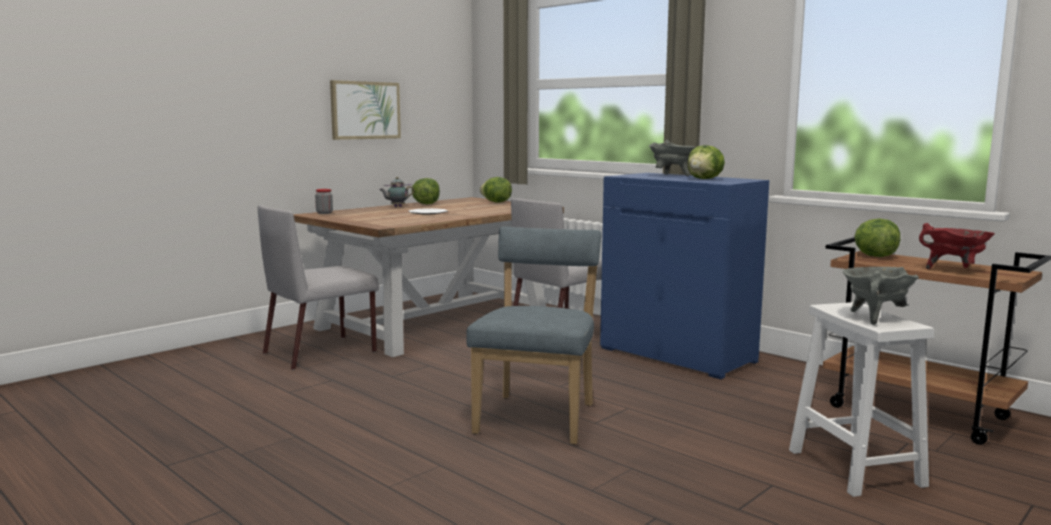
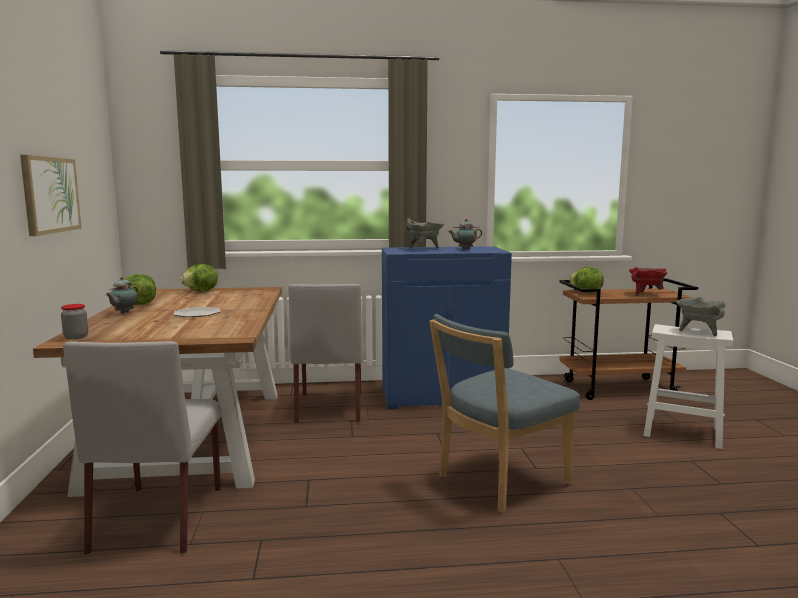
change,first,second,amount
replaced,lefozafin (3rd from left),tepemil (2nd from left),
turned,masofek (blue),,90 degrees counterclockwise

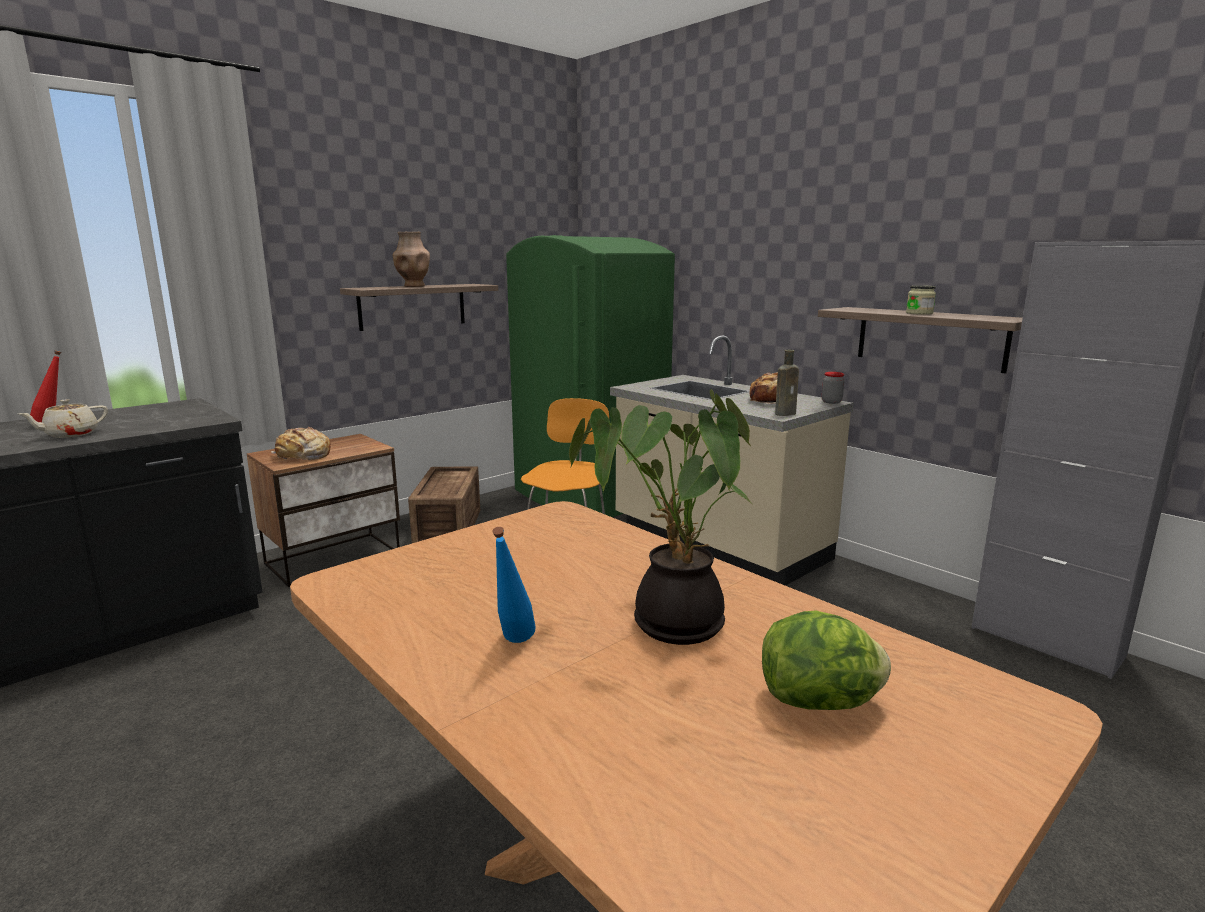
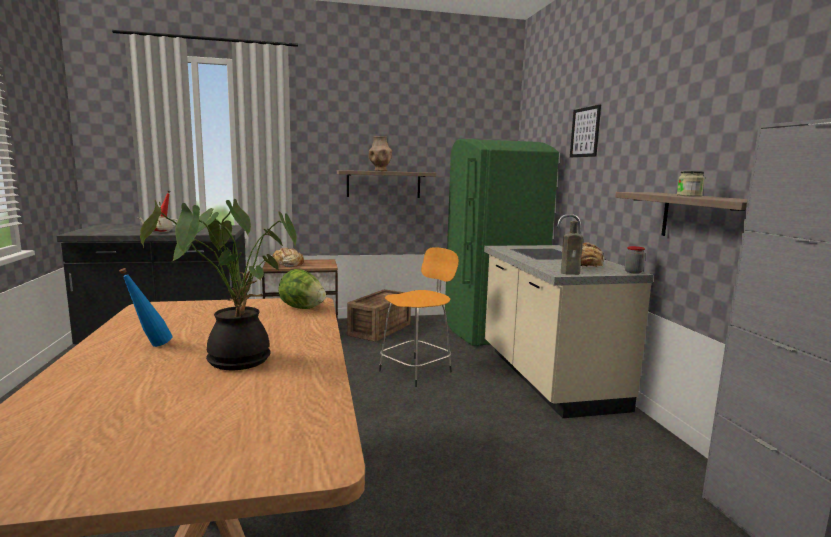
change,first,second,amount
moved,lefozafin,,
added,,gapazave,

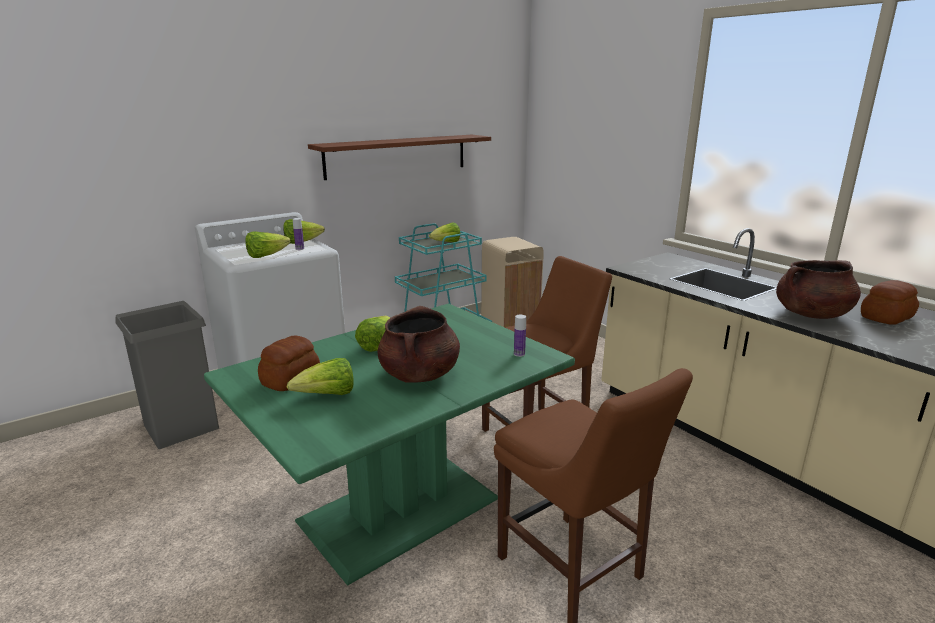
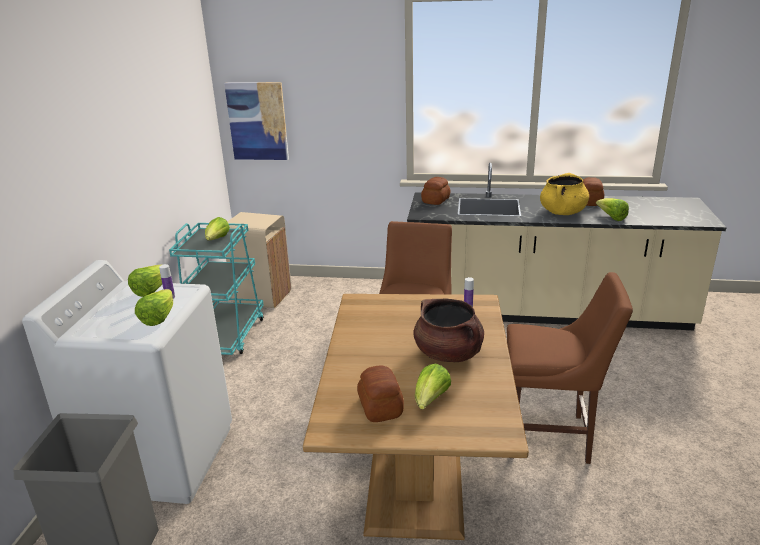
change,first,second,amount
removed,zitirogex,,
recoloured,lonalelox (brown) (2nd from left),lonalelox (yellow),
recoloured,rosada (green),rosada (brown),
moved,lefozafin (4th from left in the first image),lefozafin (5th from left),
added,,gapazave,
added,,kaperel (2nd from left),

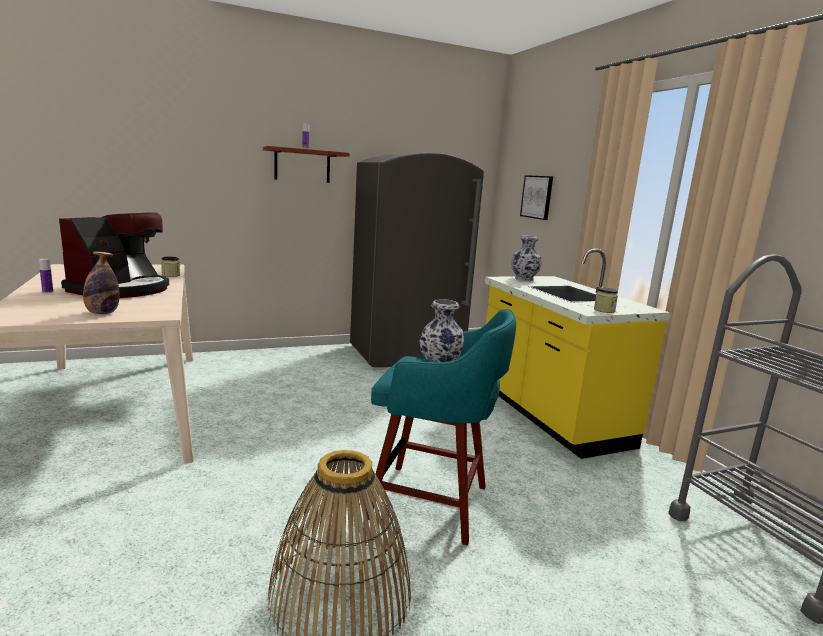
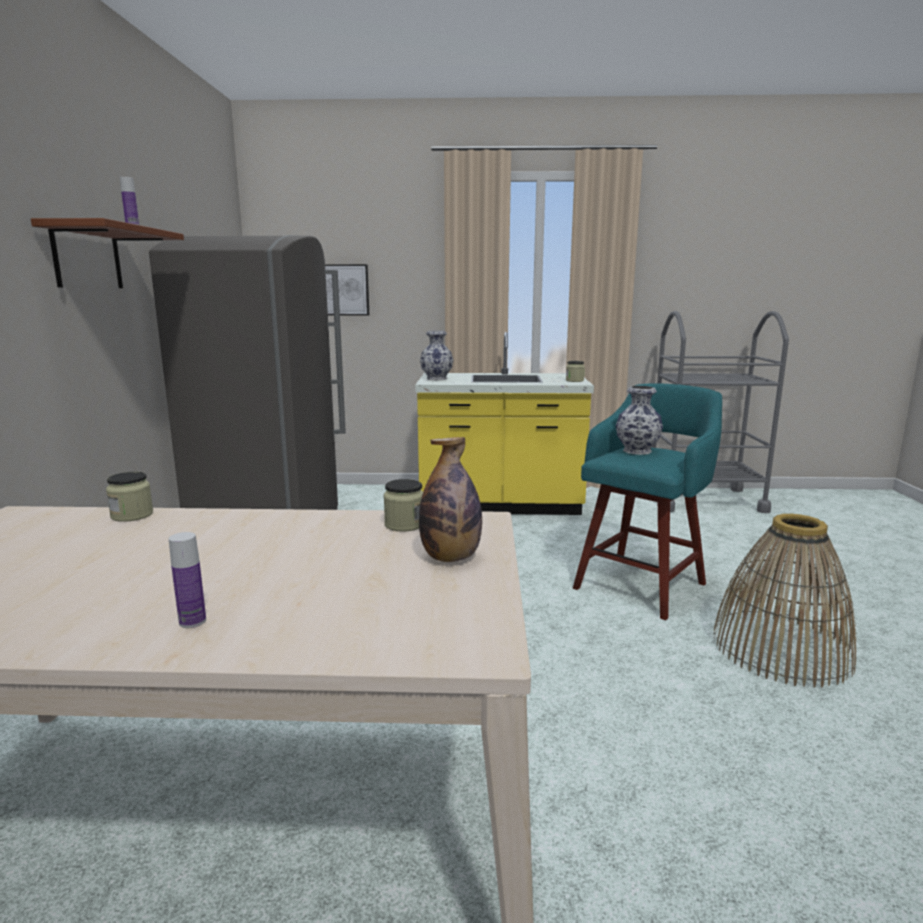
change,first,second,amount
removed,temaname,,
added,,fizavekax (2nd from left),

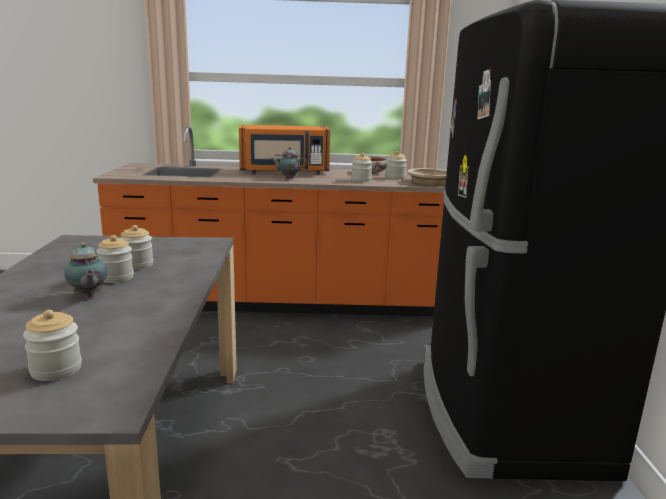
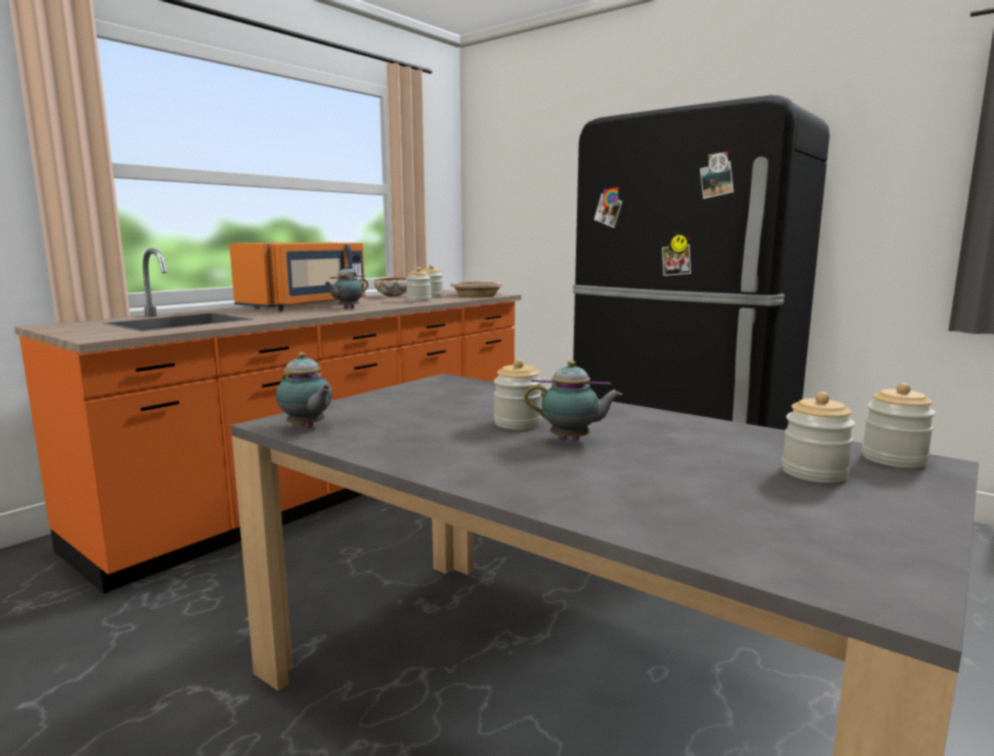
change,first,second,amount
moved,fizavekax (3rd from left in the first image),fizavekax (5th from left),
added,,tepemil (1st from left),

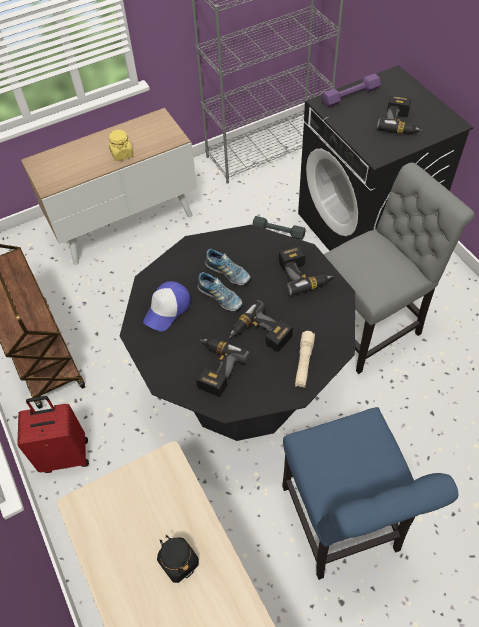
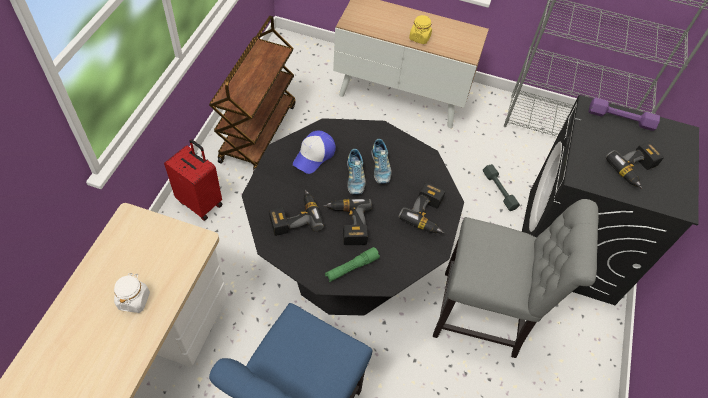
change,first,second,amount
turned,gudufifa,,45 degrees counterclockwise
recoloured,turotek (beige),turotek (green),
recoloured,fizavekax (black),fizavekax (white),

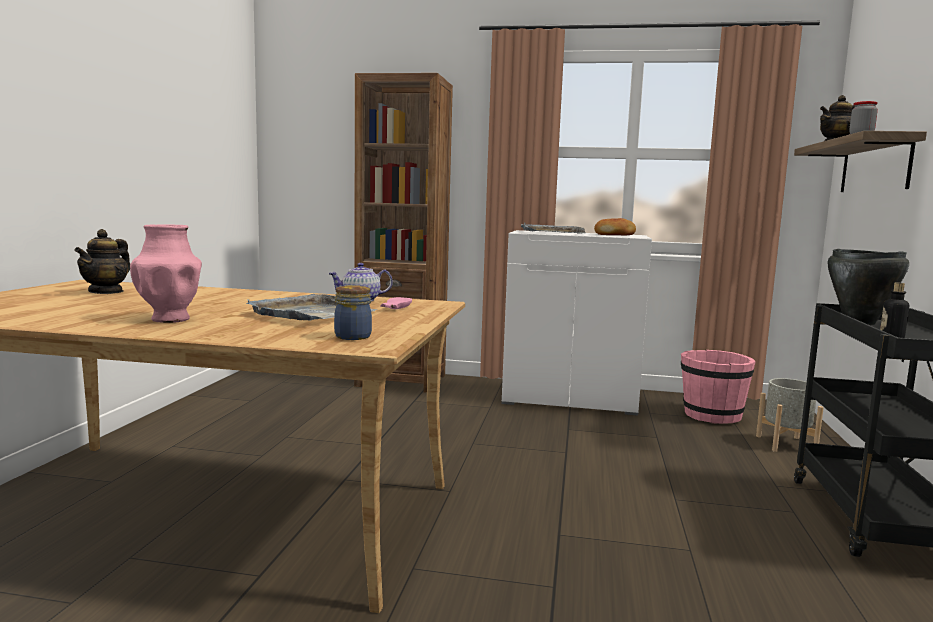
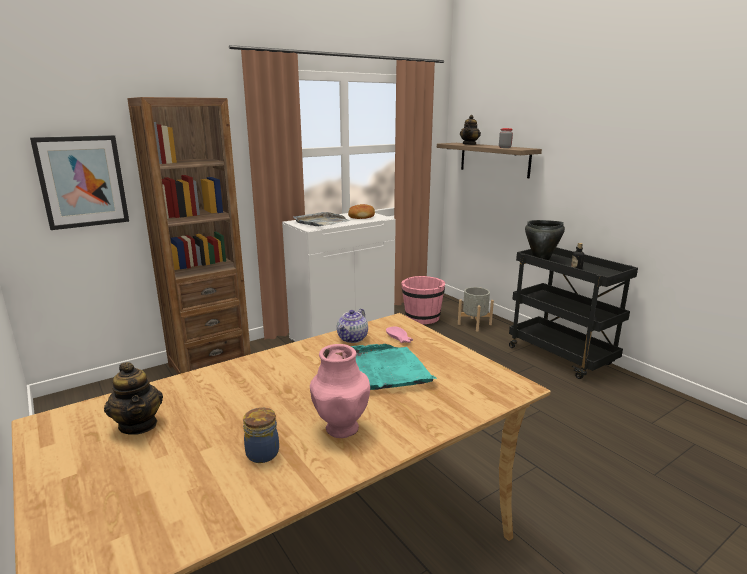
change,first,second,amount
moved,fizavekax (1st from left),,
recoloured,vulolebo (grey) (1st from left),vulolebo (turquoise),
added,,gapazave,

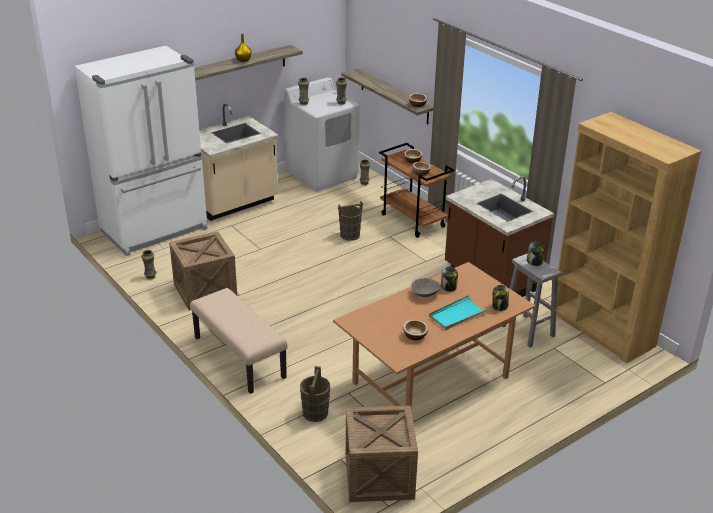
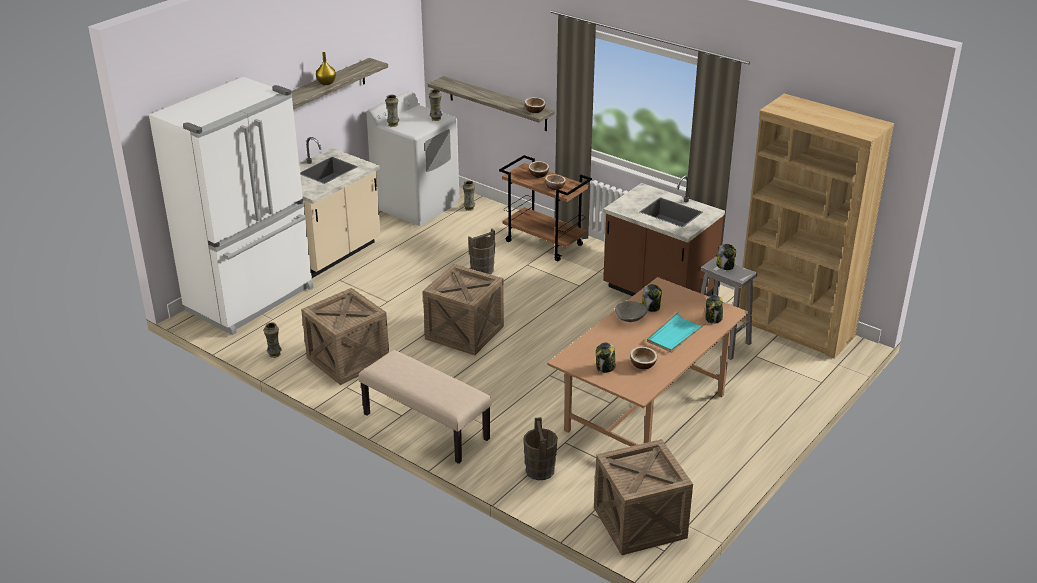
change,first,second,amount
added,,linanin (2nd from left),
added,,fizavekax (1st from left),

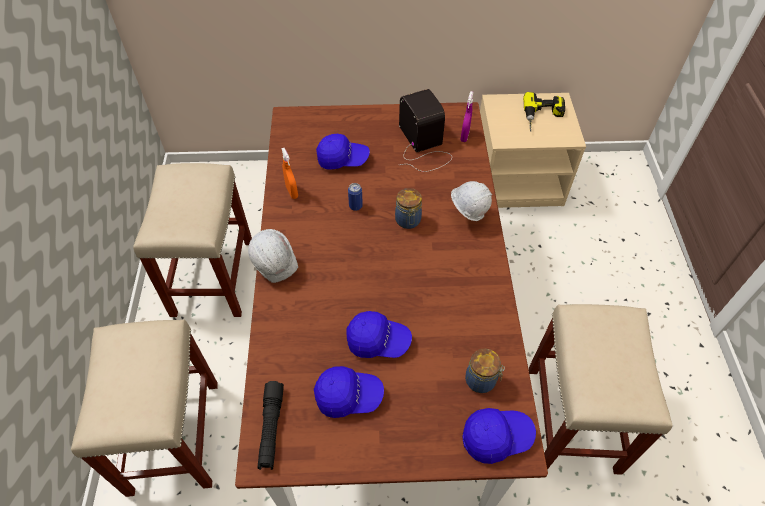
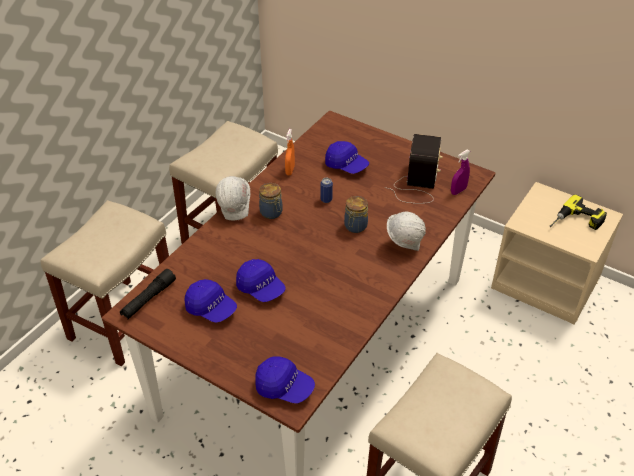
change,first,second,amount
moved,fizavekax (2nd from left in the first image),fizavekax (1st from left),

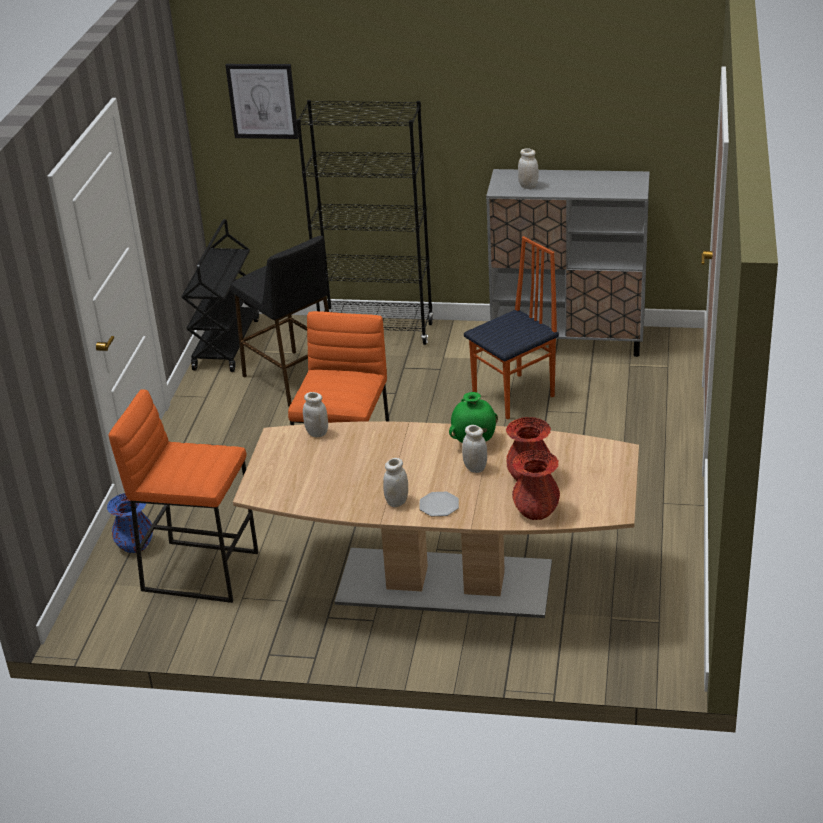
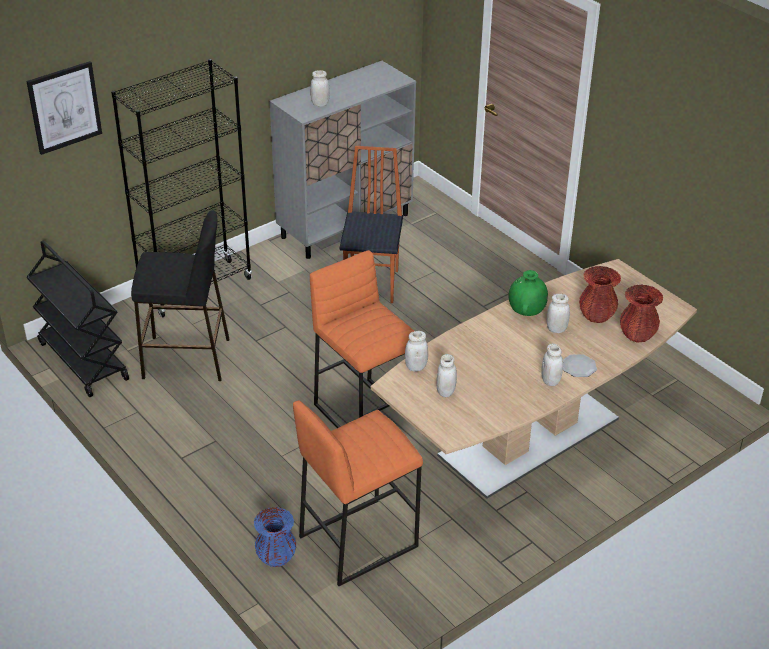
change,first,second,amount
added,,fizavekax (white) (3rd from left),

